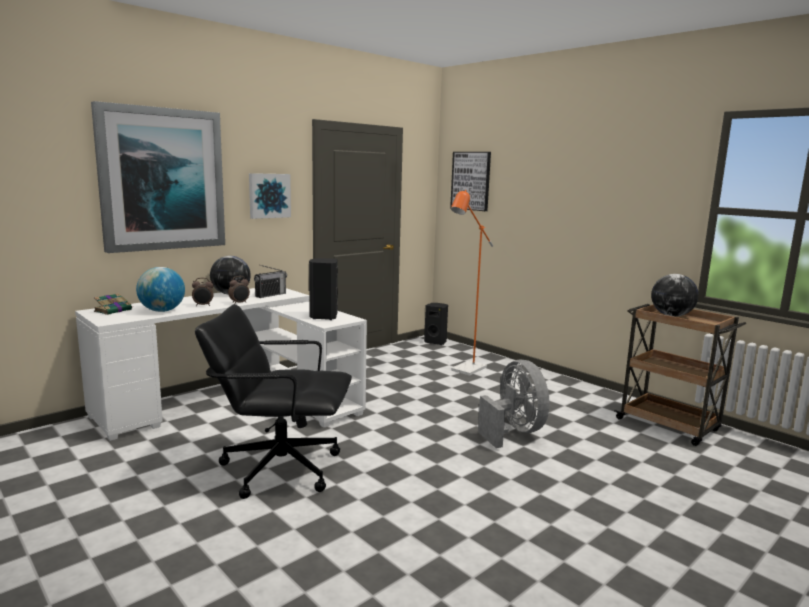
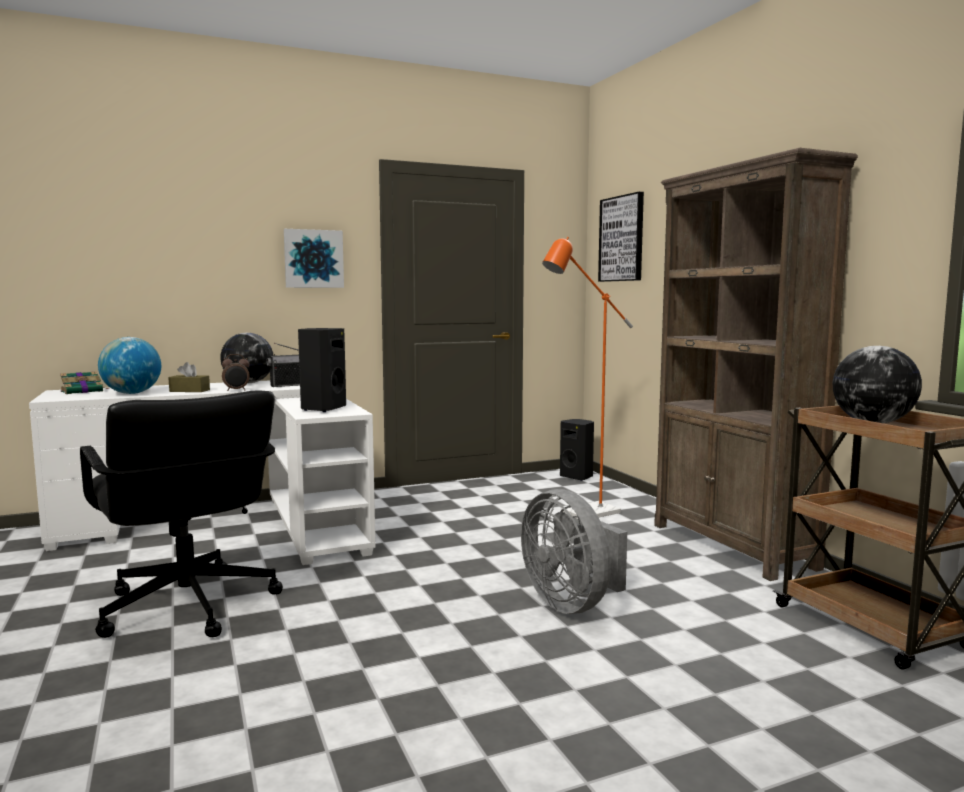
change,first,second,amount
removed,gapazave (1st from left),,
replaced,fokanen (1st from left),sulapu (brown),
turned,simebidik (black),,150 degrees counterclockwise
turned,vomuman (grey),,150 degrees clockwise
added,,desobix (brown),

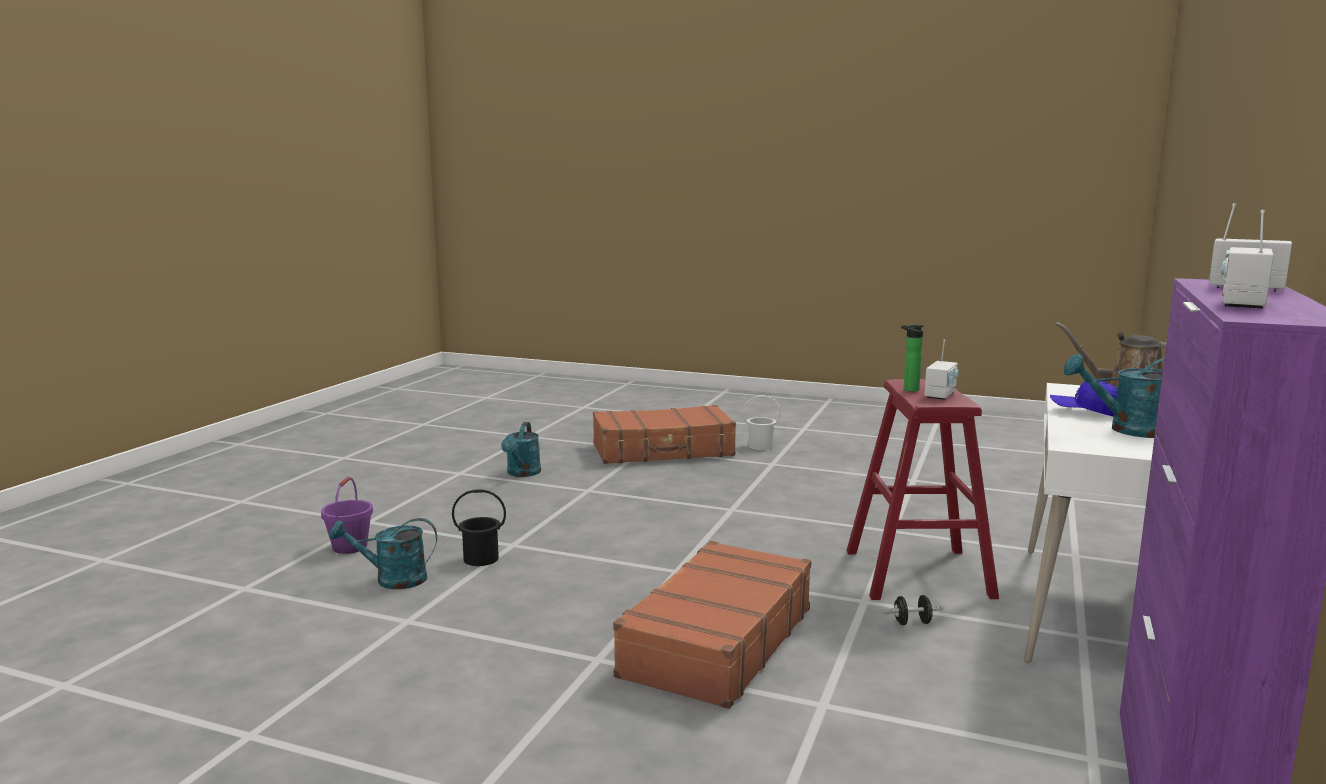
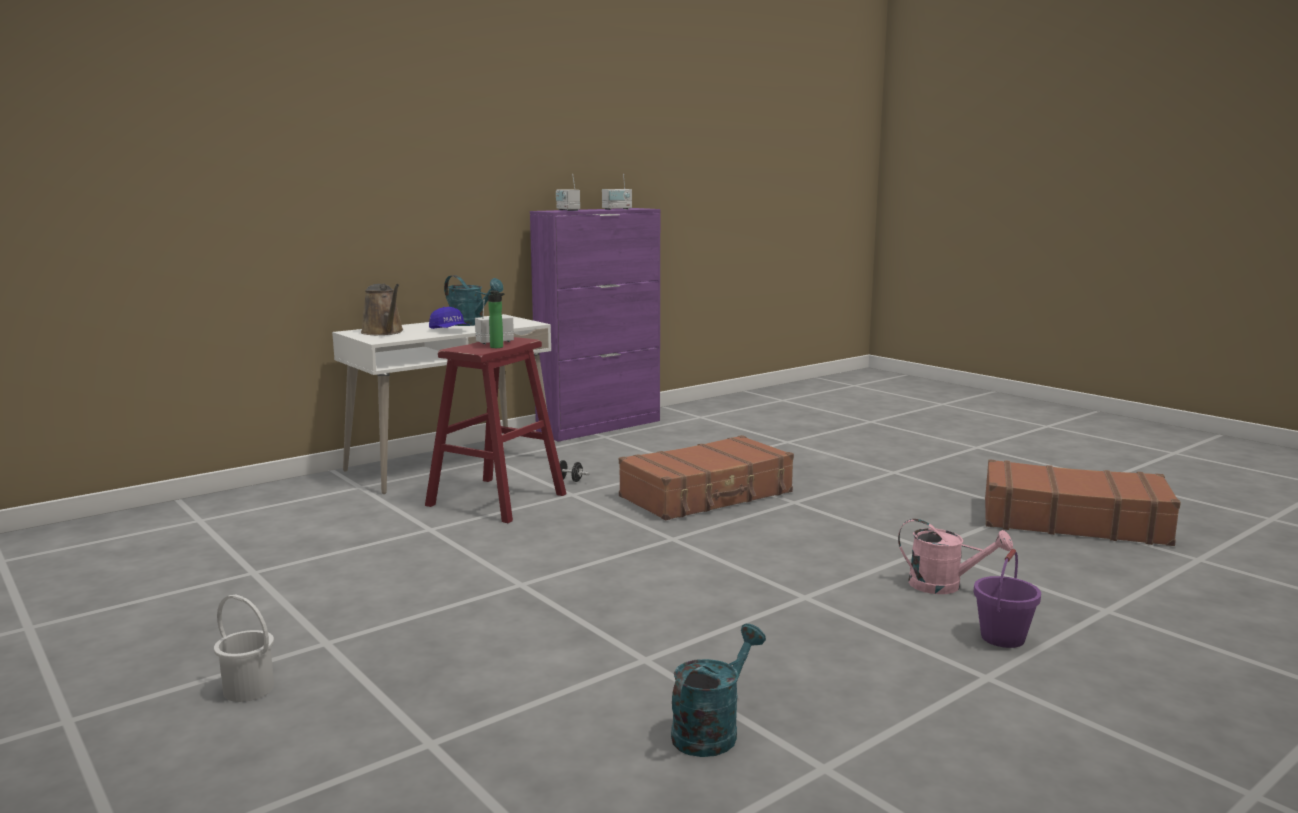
change,first,second,amount
moved,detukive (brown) (1st from left in the first image),detukive (brown) (2nd from left),
removed,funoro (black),,
recoloured,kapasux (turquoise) (1st from left),kapasux (pink),

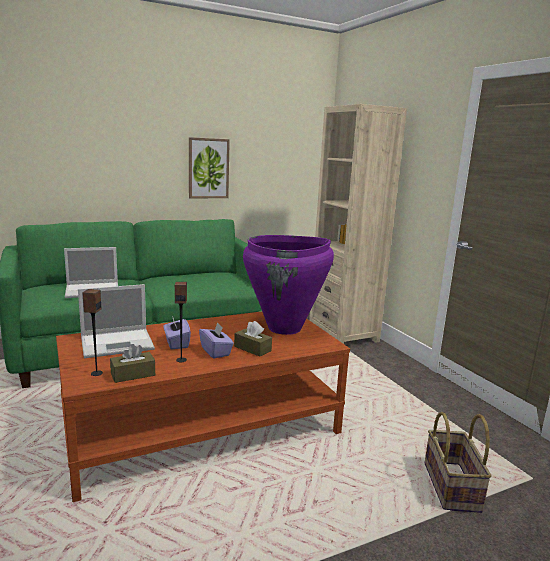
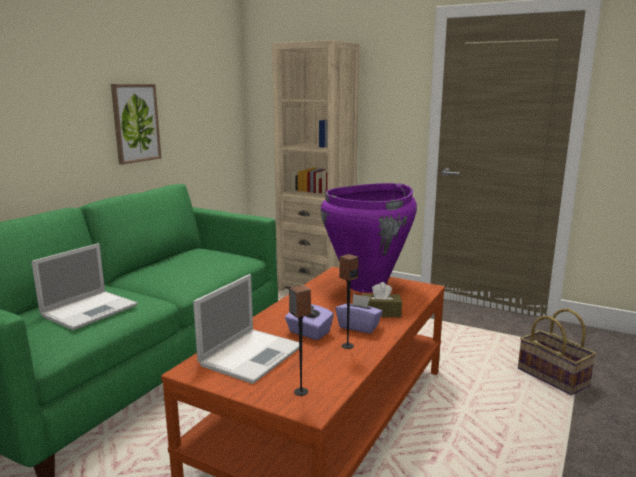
change,first,second,amount
removed,sulapu (brown) (1st from left),,

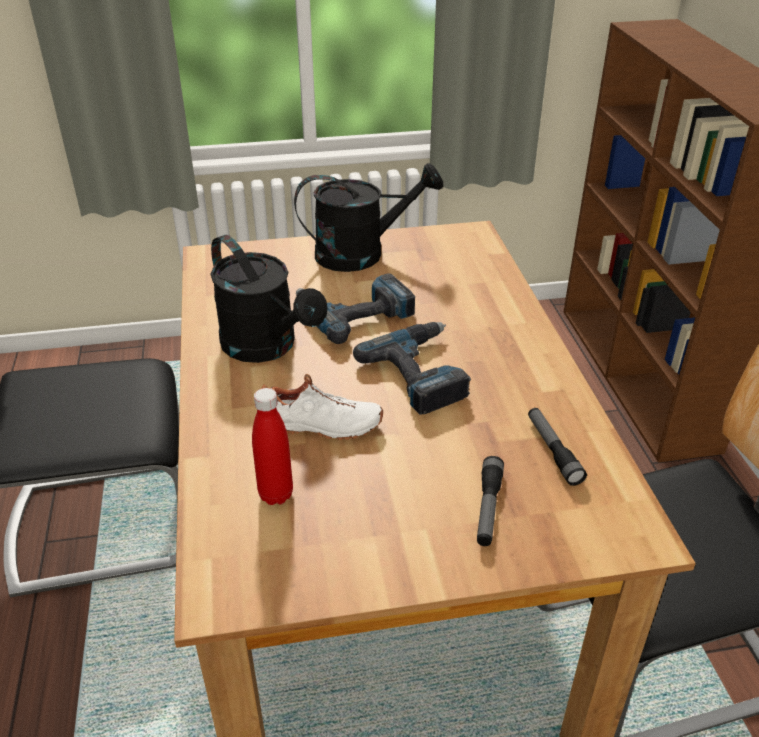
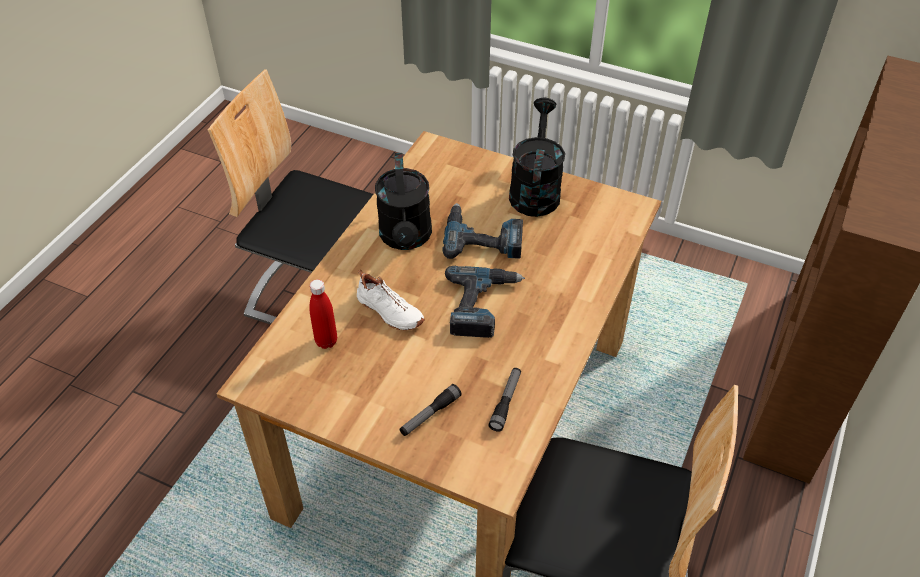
change,first,second,amount
turned,kapasux (black) (2nd from left),,105 degrees counterclockwise

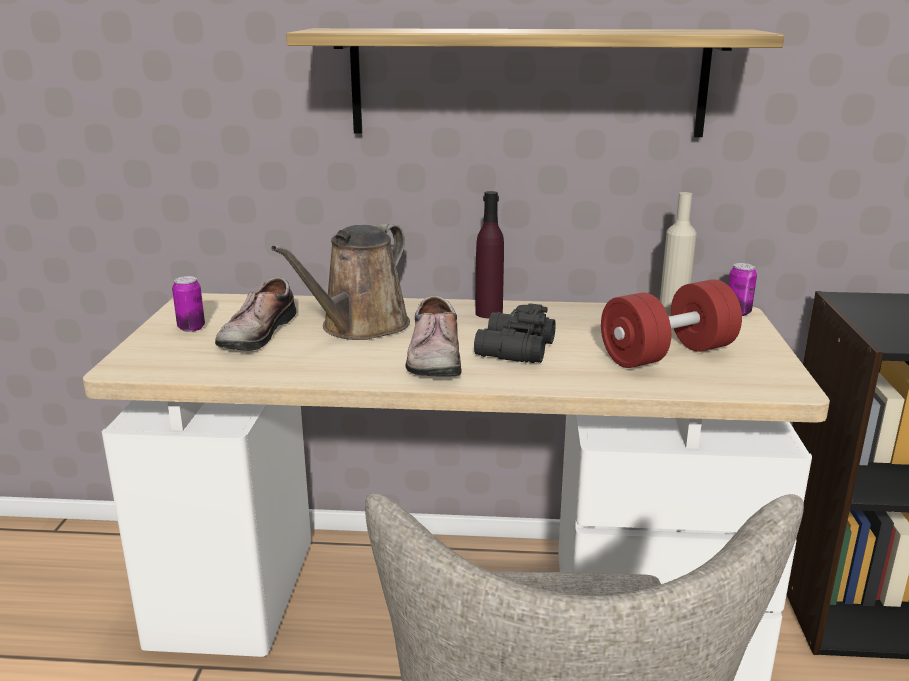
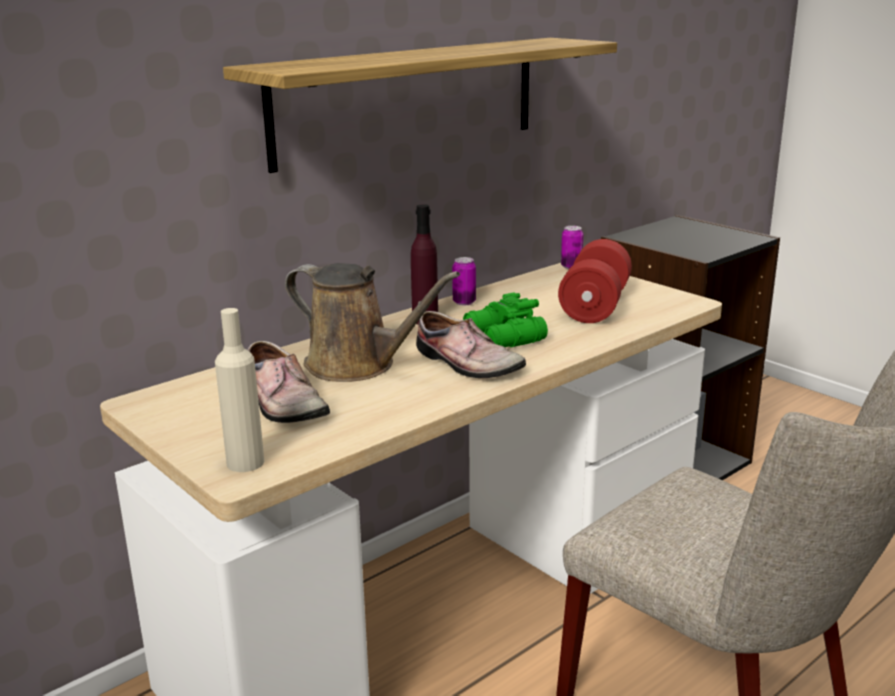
change,first,second,amount
moved,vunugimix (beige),,
turned,kapasux (brown),,45 degrees counterclockwise
moved,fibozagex (1st from left),,
recoloured,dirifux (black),dirifux (green),

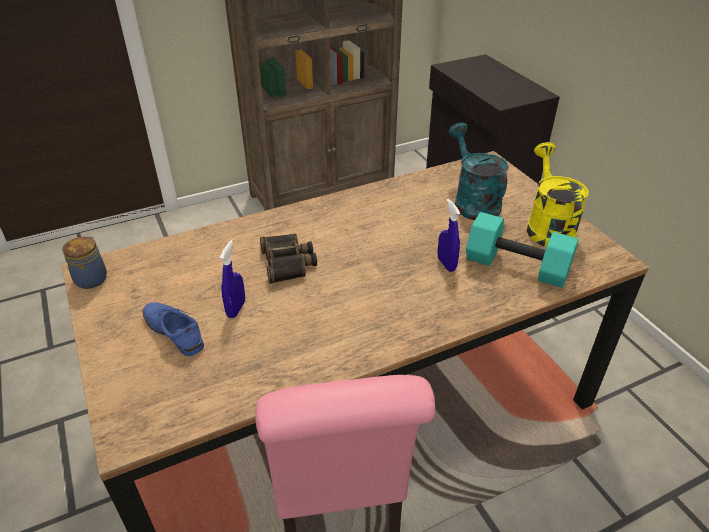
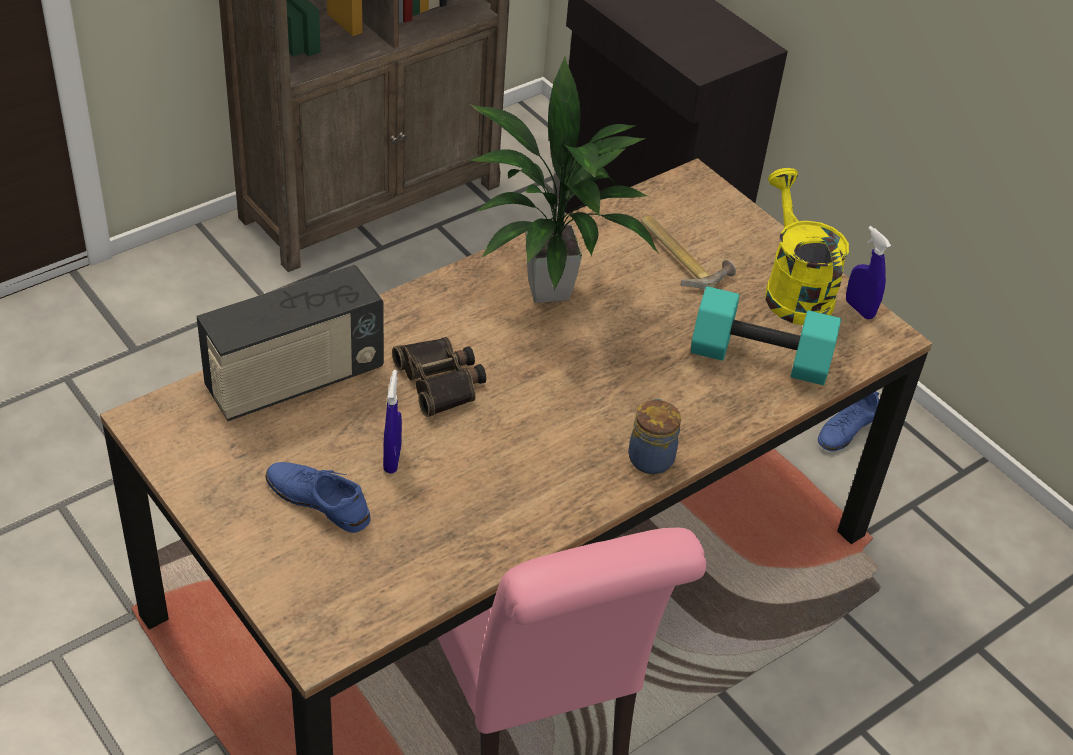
change,first,second,amount
replaced,kapasux (turquoise),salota,
moved,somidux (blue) (2nd from left),,
moved,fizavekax,,
added,,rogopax,
added,,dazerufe,
added,,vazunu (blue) (2nd from left),

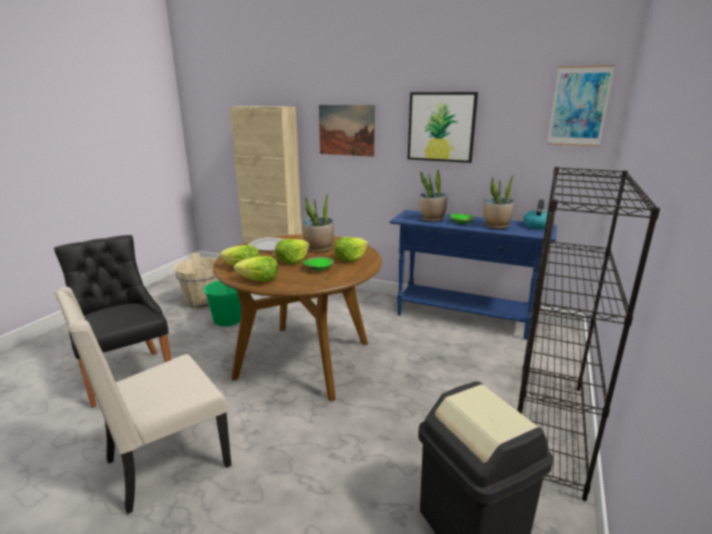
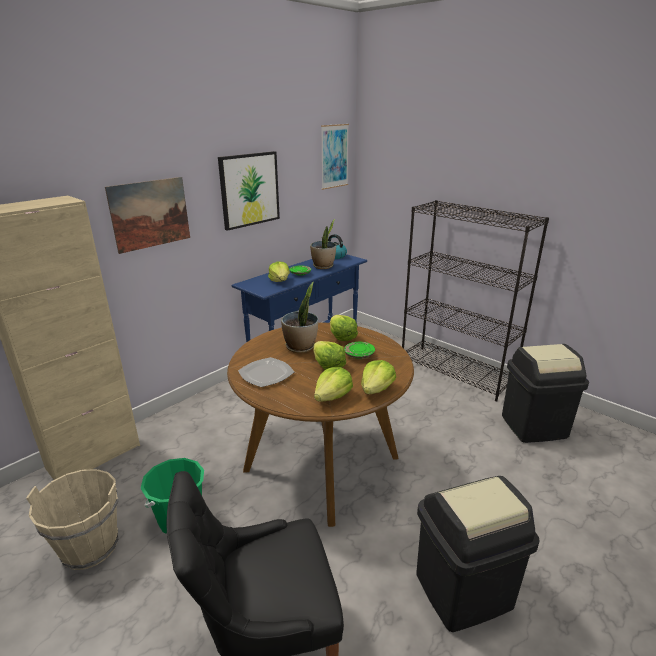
change,first,second,amount
replaced,rogopax (2nd from left),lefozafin (1st from left),
replaced,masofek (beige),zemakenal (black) (1st from left),

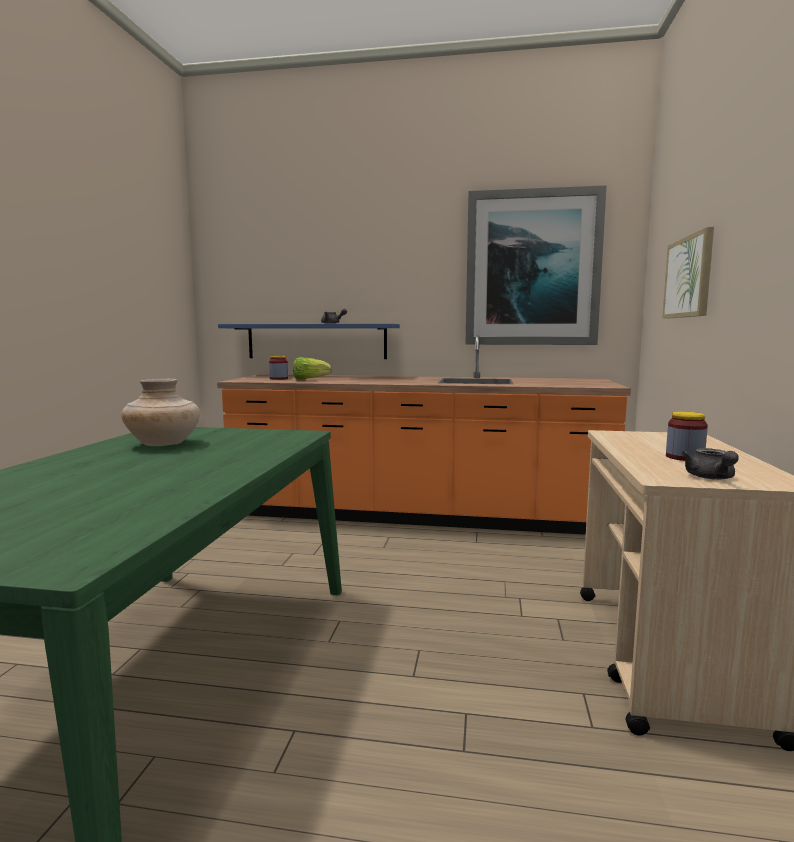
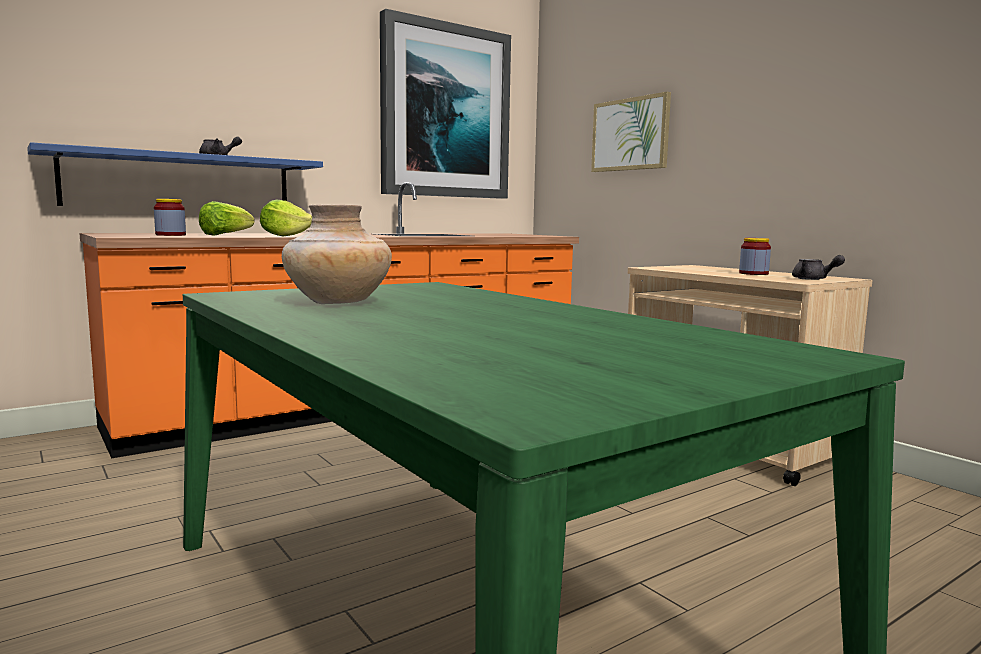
change,first,second,amount
added,,lefozafin (2nd from left),

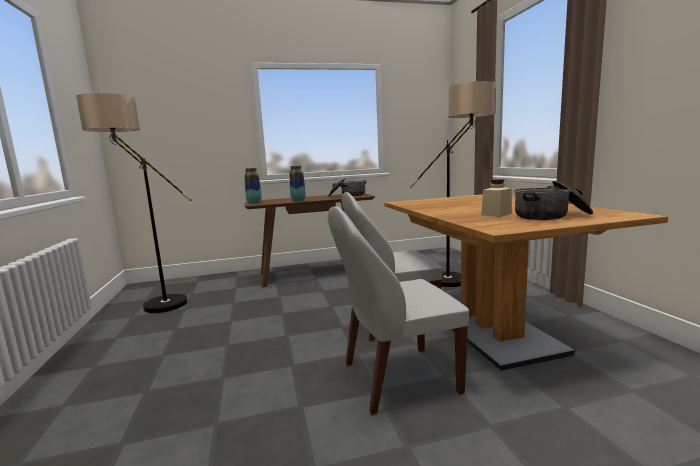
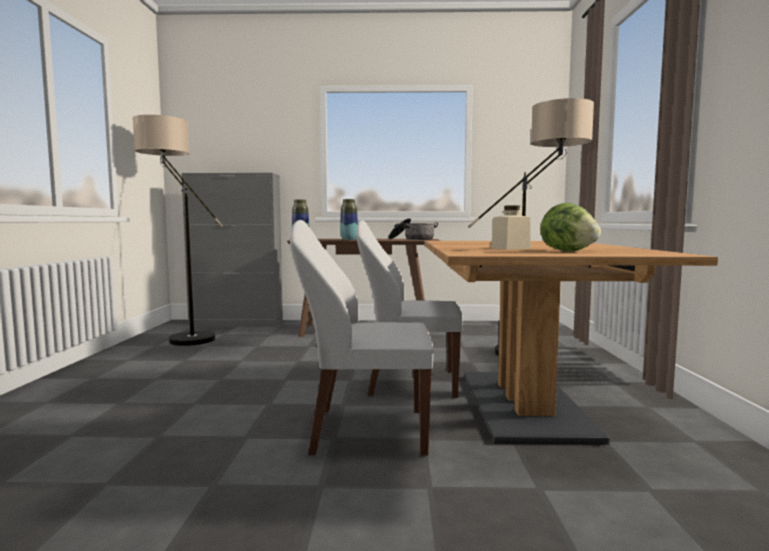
change,first,second,amount
replaced,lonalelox (2nd from left),lefozafin,
added,,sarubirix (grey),

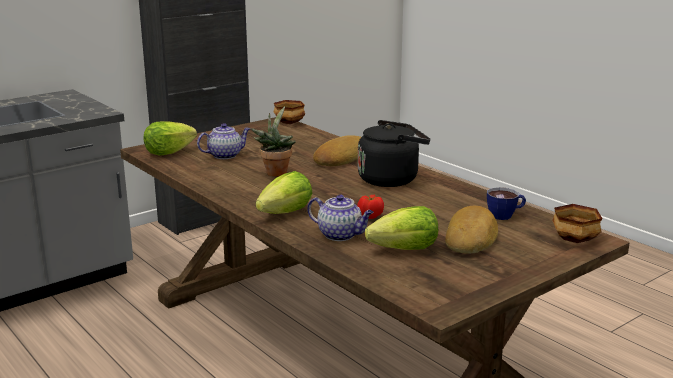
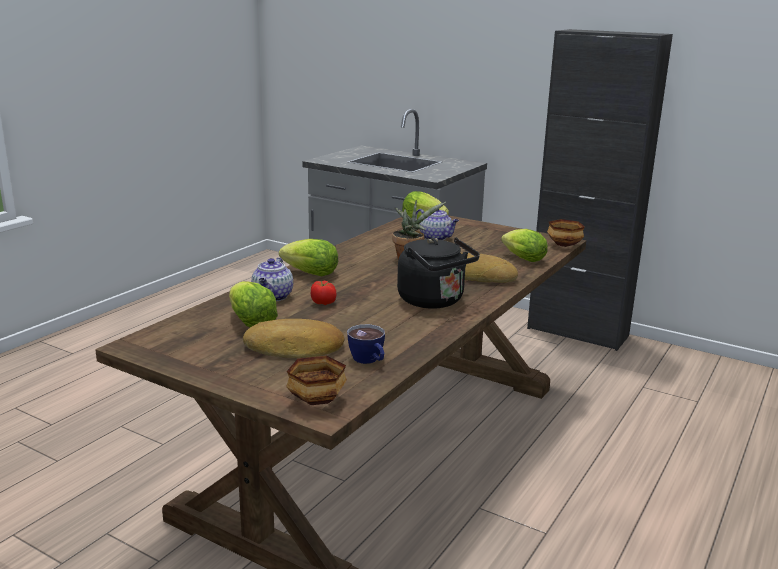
change,first,second,amount
added,,lefozafin (4th from left),

